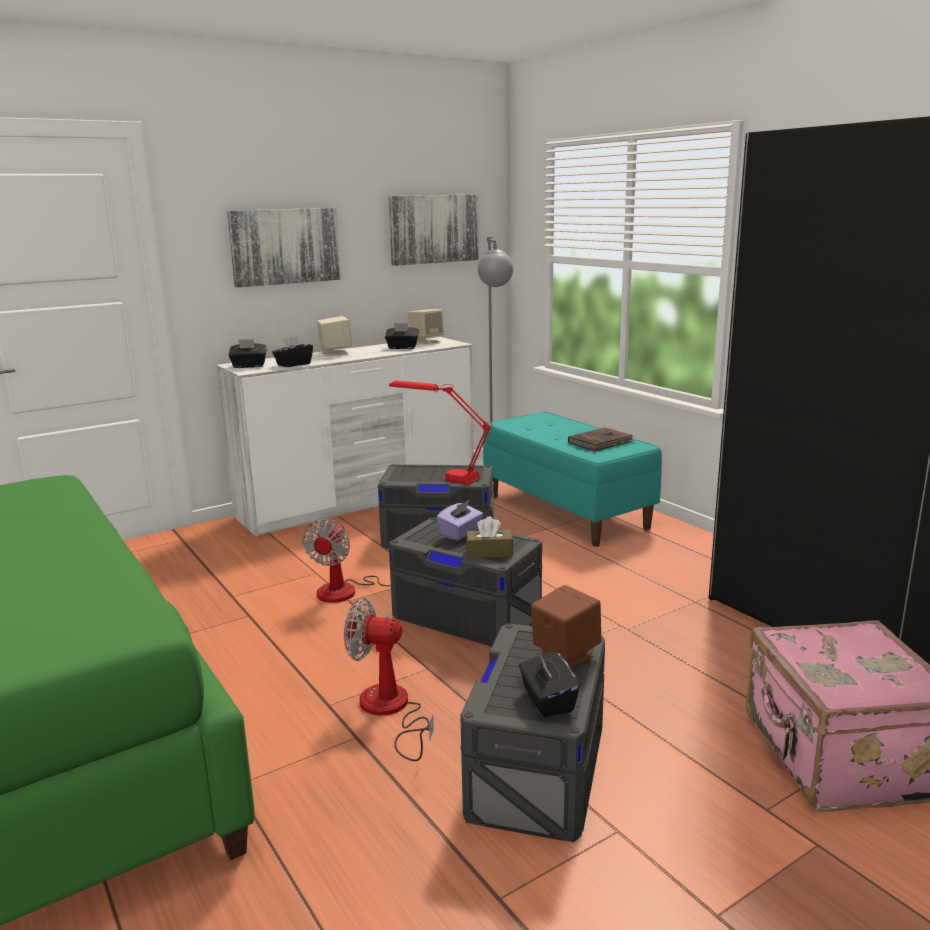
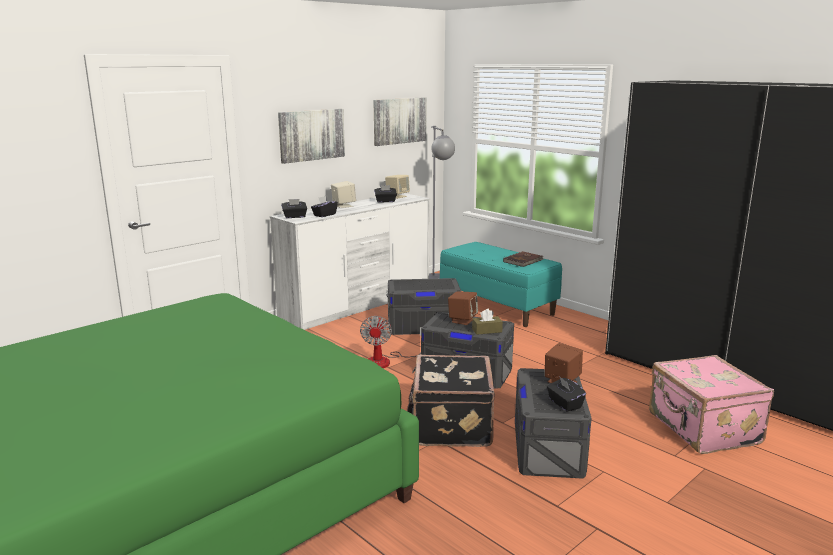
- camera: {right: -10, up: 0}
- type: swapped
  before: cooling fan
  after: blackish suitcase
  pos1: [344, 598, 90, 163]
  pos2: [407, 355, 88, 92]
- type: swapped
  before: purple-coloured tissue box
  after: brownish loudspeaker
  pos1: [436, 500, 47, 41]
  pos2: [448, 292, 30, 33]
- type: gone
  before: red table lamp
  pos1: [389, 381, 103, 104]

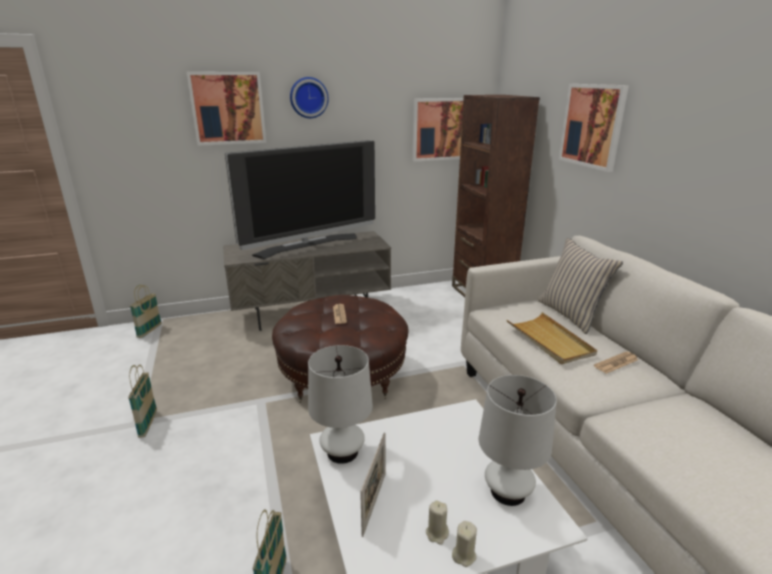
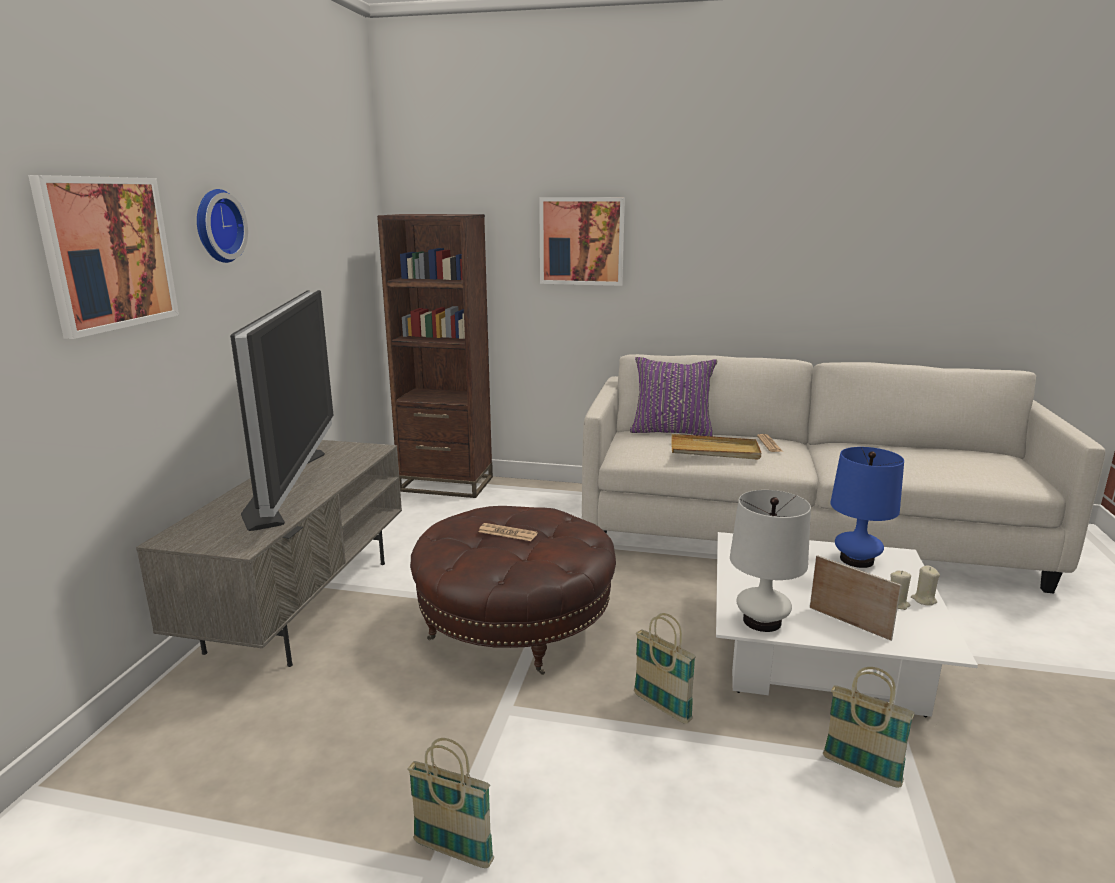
- camera: {right: -60, up: -5}
- type: repainted
  before: beige-coloured cushion
  after: purple-coloured cushion
  pos1: [538, 238, 85, 96]
  pos2: [630, 357, 87, 79]
- type: shifted
  before: household basket
  pos1: [130, 285, 32, 53]
  pos2: [634, 613, 62, 111]
- type: repainted
  before: white-coloured table lamp
  after: blue-coloured table lamp
  pos1: [479, 375, 78, 131]
  pos2: [830, 447, 74, 121]
- type: gone
  before: wall picture
  pos1: [413, 98, 51, 63]

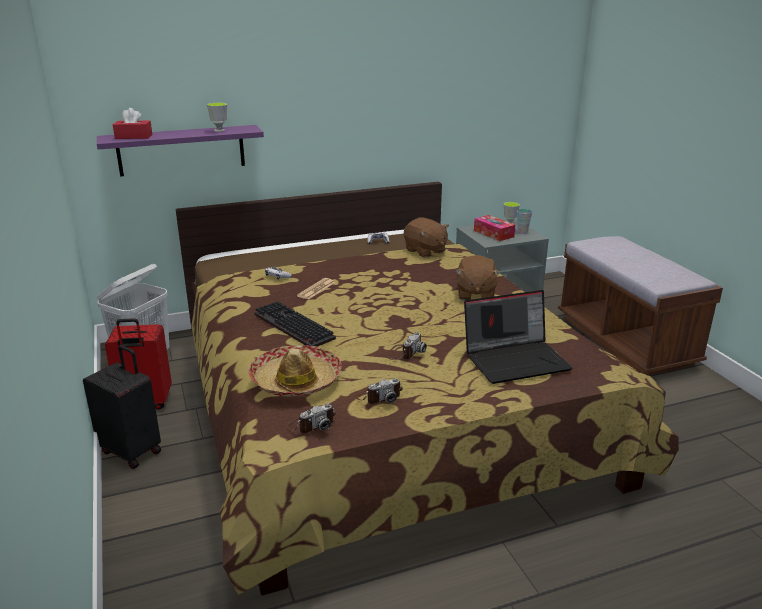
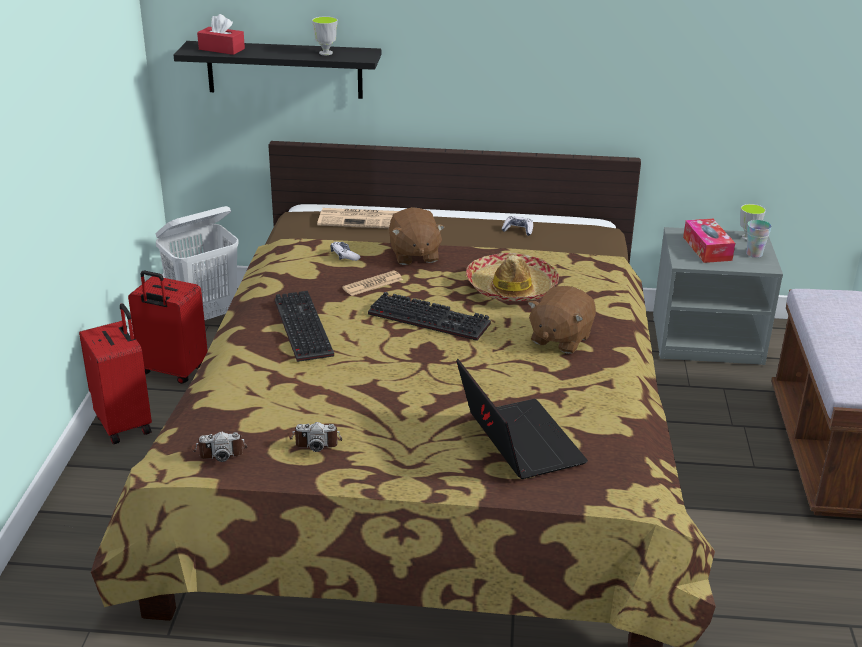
- camera: {right: 25, up: 5}
- type: repainted
  before: blackish suitcase
  after: red suitcase
  pos1: [83, 345, 78, 124]
  pos2: [79, 303, 73, 141]
- type: repainted
  before: purple-coloured shelf
  after: blackish shelf
  pos1: [97, 125, 167, 52]
  pos2: [174, 41, 207, 58]
- type: new
  after: newspaper
  pos2: [317, 208, 82, 21]
- type: new
  after: keyboard
  pos2: [368, 292, 123, 49]
- type: shifted
  before: brownish cuddly toy
  pos1: [404, 218, 45, 39]
  pos2: [389, 207, 56, 58]
- type: rotated
  before: portable computer
  pos1: [464, 290, 109, 94]
  pos2: [456, 359, 132, 120]
  turn: -120
- type: shifted
  before: hat
  pos1: [248, 345, 94, 52]
  pos2: [466, 253, 93, 48]
- type: gone
  before: still camera
  pos1: [387, 332, 40, 28]

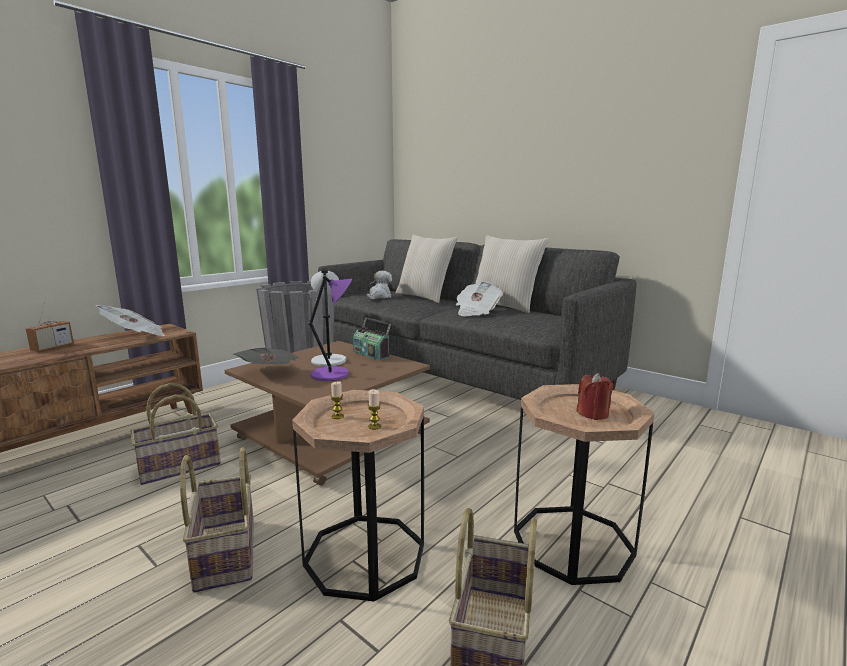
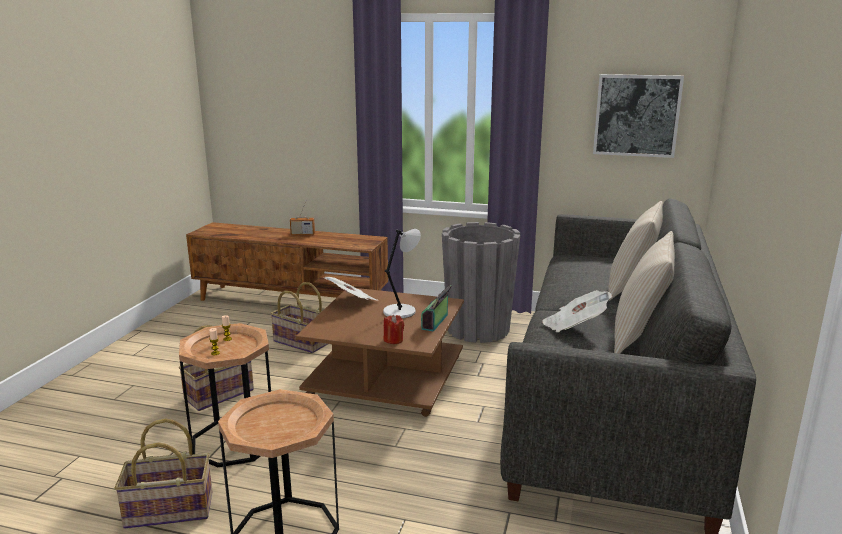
- camera: {right: 65, up: 5}
- type: shifted
  before: red wax candle
  pos1: [577, 373, 36, 47]
  pos2: [384, 315, 20, 29]
- type: new
  after: wall picture
  pos2: [593, 74, 91, 84]
- type: gone
  before: newspaper
  pos1: [95, 305, 70, 31]
- type: gone
  before: purple-coloured table lamp
  pos1: [309, 275, 43, 106]
- type: gone
  before: cuddly toy
  pos1: [367, 271, 25, 28]

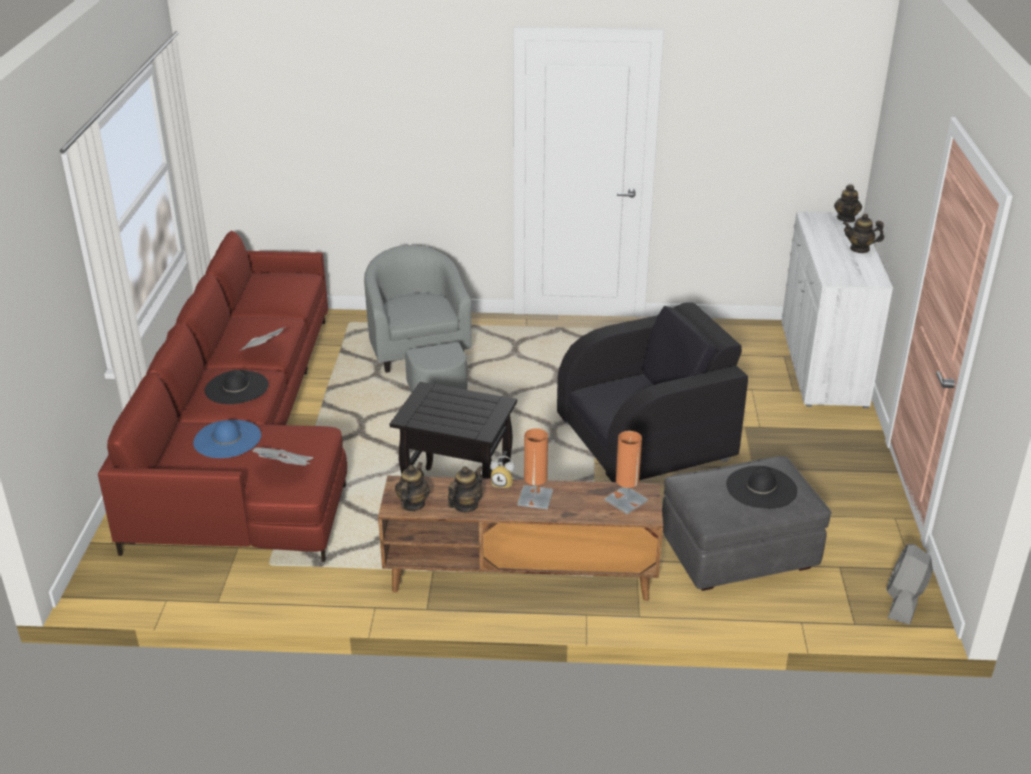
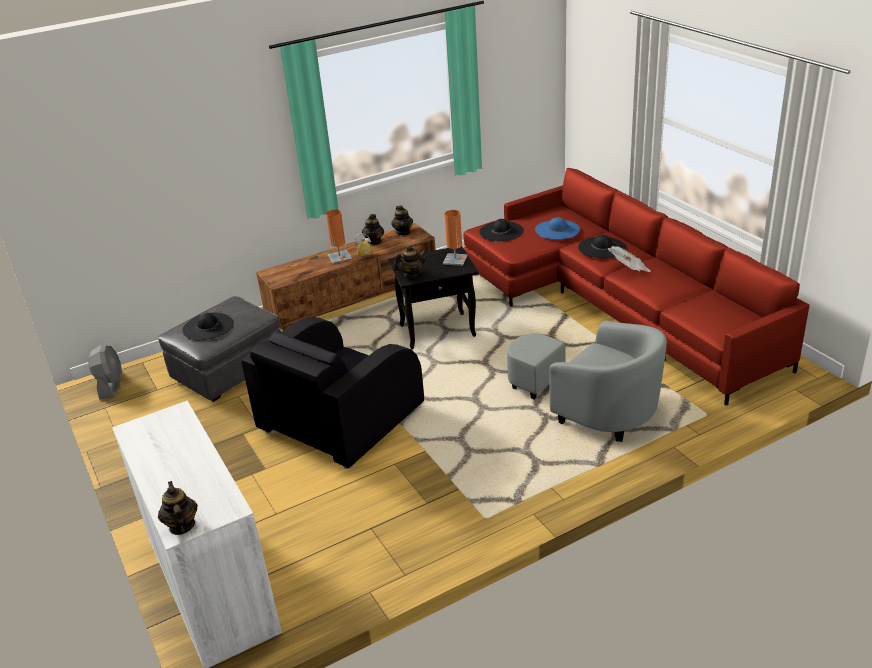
- camera: {right: 150, up: 0}
- type: shifted
  before: tea pot
  pos1: [843, 214, 41, 39]
  pos2: [393, 245, 34, 33]
- type: shifted
  before: orange table lamp
  pos1: [604, 431, 44, 83]
  pos2: [443, 210, 25, 56]
- type: swapped
  before: newspaper
  after: blackish hat
  pos1: [253, 447, 60, 19]
  pos2: [479, 219, 45, 22]

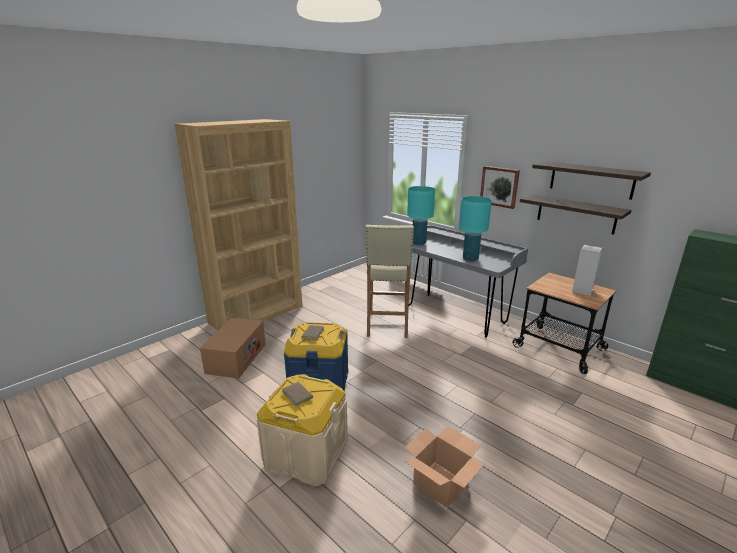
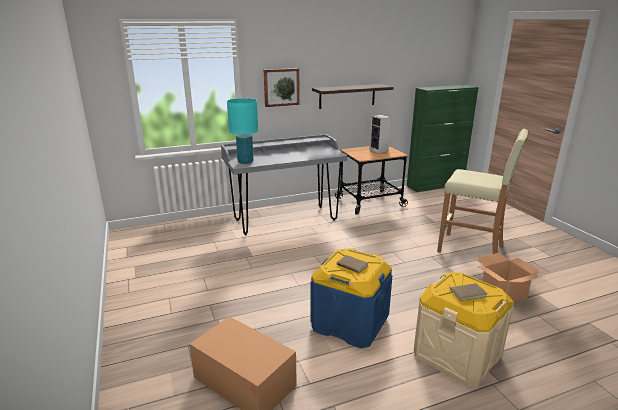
- camera: {right: -65, up: 0}
- type: shifted
  before: beige-coloured stool seat
  pos1: [366, 225, 48, 113]
  pos2: [437, 129, 91, 125]
- type: gone
  before: brownish shelving unit
  pos1: [175, 119, 127, 211]
- type: gone
  before: turquoise-coloured table lamp
  pos1: [459, 196, 33, 65]
- type: gone
  before: shelf
  pos1: [532, 161, 119, 39]

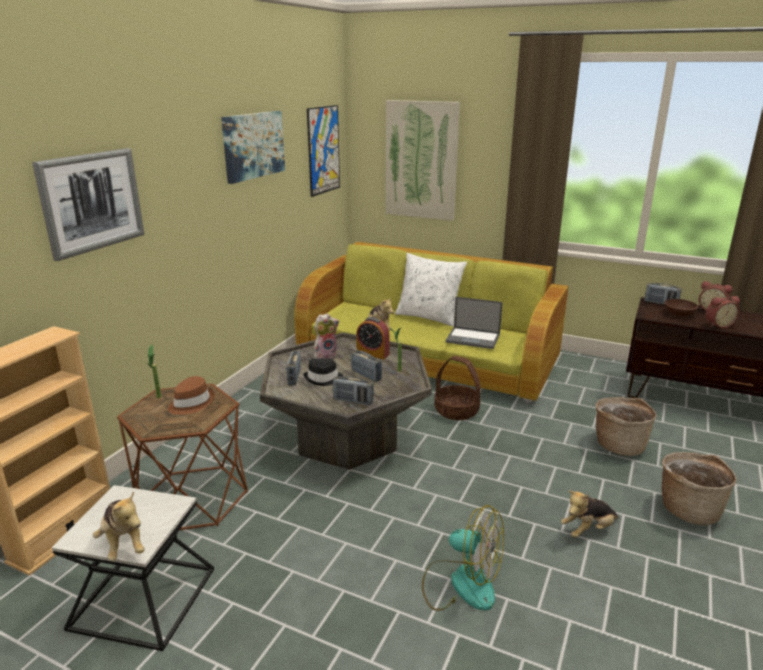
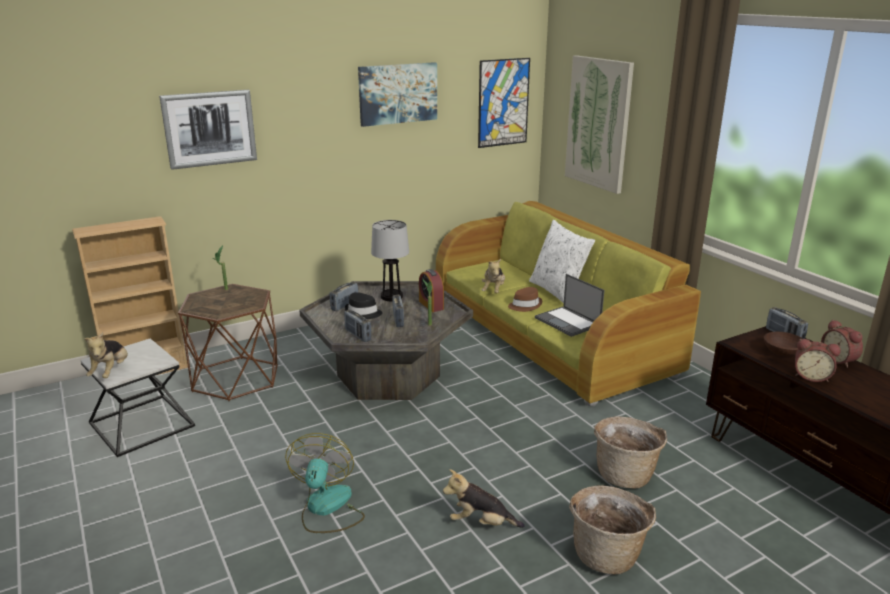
- camera: {right: 35, up: 0}
- type: rotated
  before: cooling fan
  pos1: [422, 505, 82, 106]
  pos2: [285, 433, 80, 100]
  turn: -150
- type: swapped
  before: cuddly toy
  after: table lamp
  pos1: [314, 313, 25, 47]
  pos2: [371, 220, 38, 81]
- type: shifted
  before: brownish hat
  pos1: [168, 376, 46, 39]
  pos2: [508, 287, 34, 25]
- type: gone
  before: household basket
  pos1: [435, 356, 46, 64]

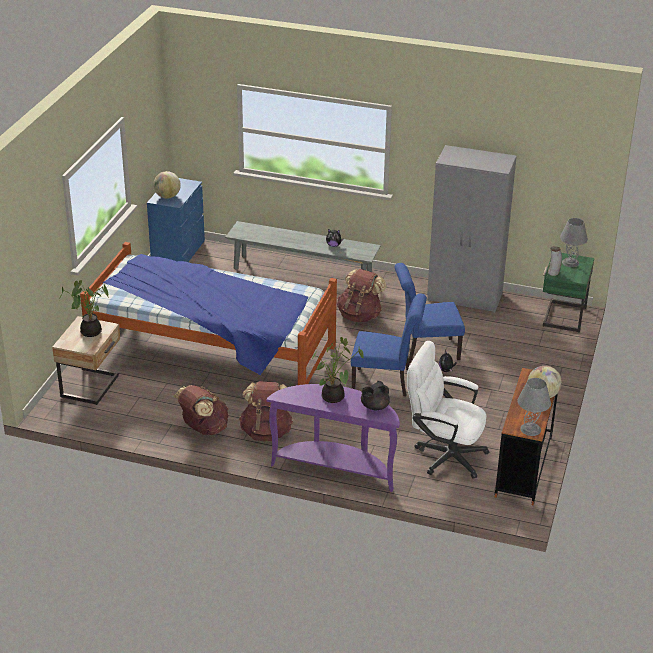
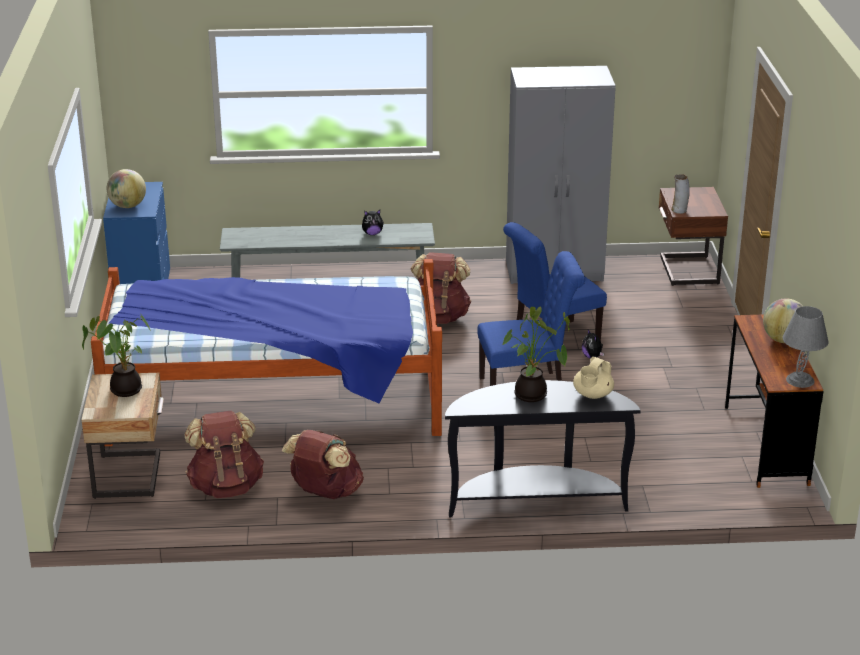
- camera: {right: -20, up: -5}
- type: shifted
  before: brownish backpack
  pos1: [239, 381, 54, 60]
  pos2: [185, 411, 79, 87]
- type: repainted
  before: purple-coloured console table
  after: blackish console table
  pos1: [266, 384, 134, 108]
  pos2: [445, 380, 196, 137]
- type: repainted
  before: blackish tea pot
  after: beige-coloured tea pot
  pos1: [361, 380, 29, 30]
  pos2: [573, 357, 41, 42]
- type: repainted
  before: green night table
  after: brownish night table
  pos1: [543, 253, 51, 80]
  pos2: [659, 187, 69, 99]
- type: gone
  before: white-coloured desk chair
  pos1: [407, 341, 82, 137]
- type: gone
  before: gray table lamp
  pos1: [560, 218, 28, 49]

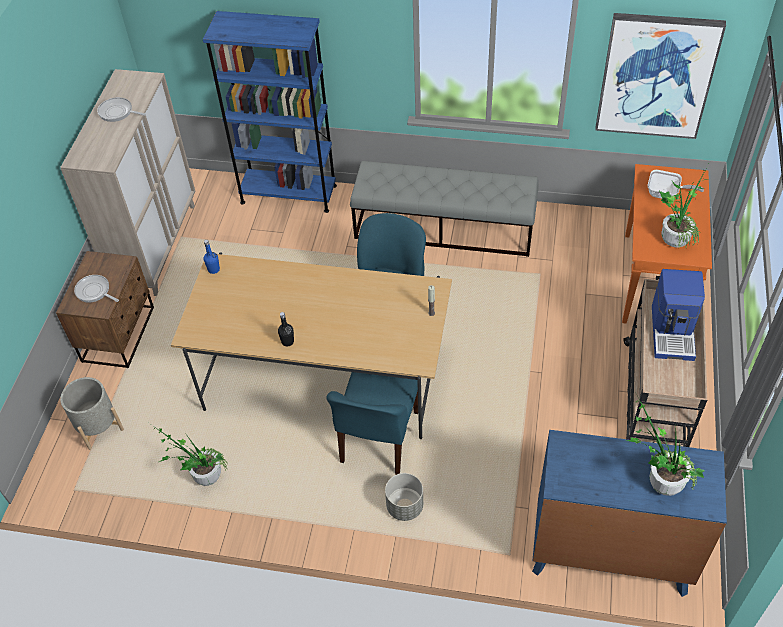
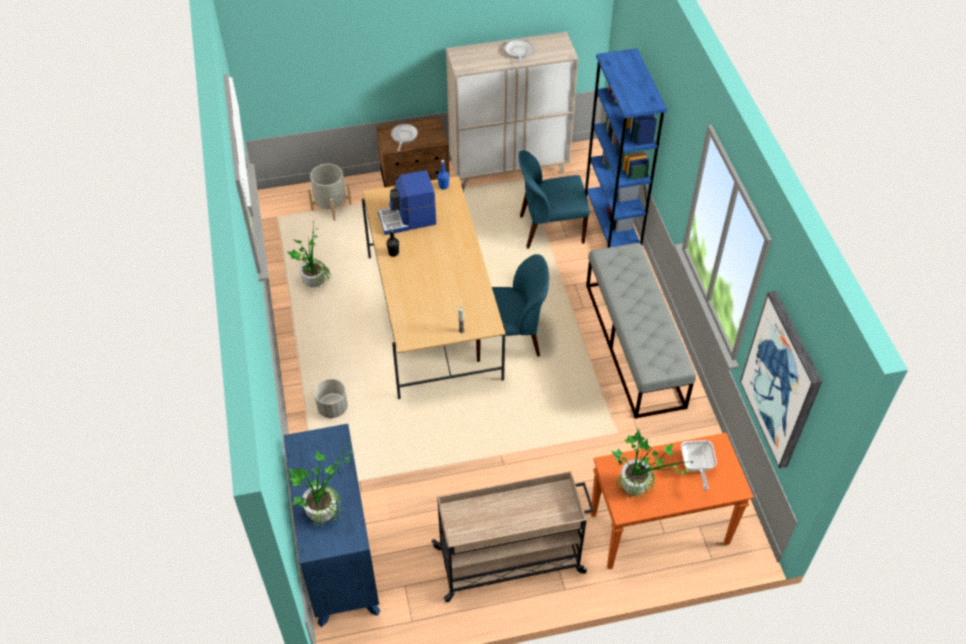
- camera: {right: 65, up: 0}
- type: shifted
  before: coffee maker
  pos1: [652, 269, 53, 92]
  pos2: [378, 170, 58, 65]
- type: shifted
  before: blue-coloured chair
  pos1: [327, 372, 91, 103]
  pos2: [519, 150, 71, 99]

